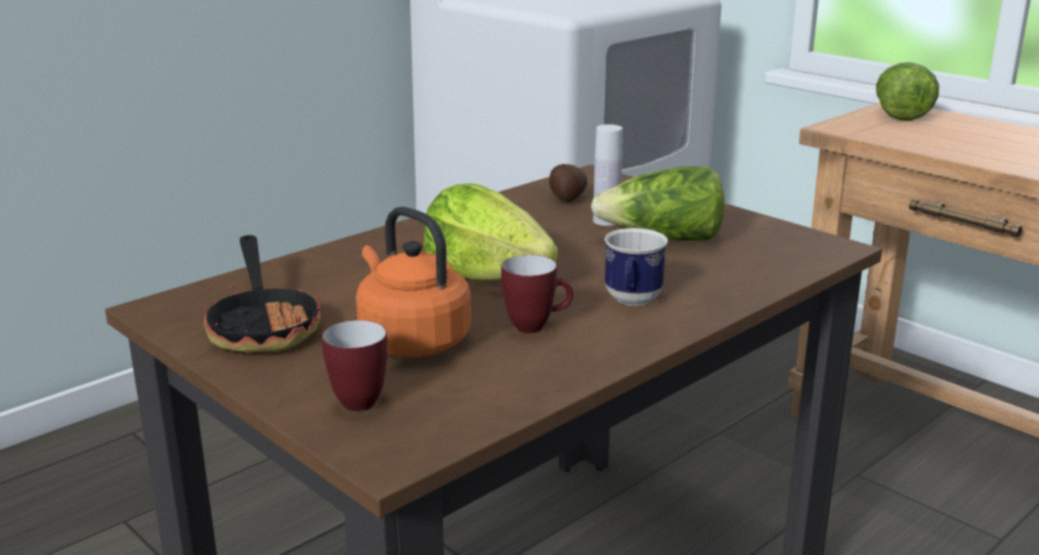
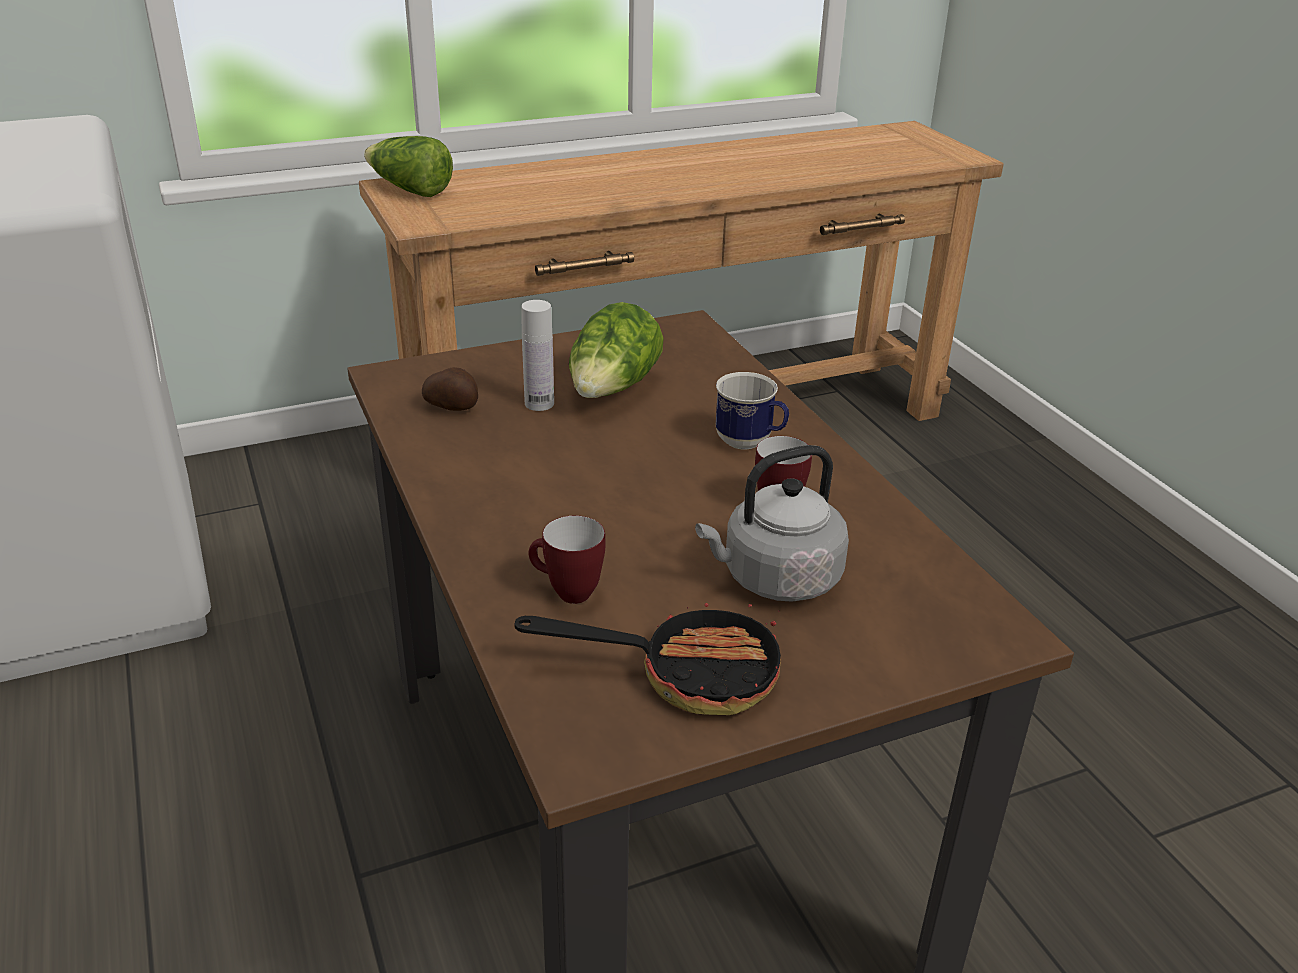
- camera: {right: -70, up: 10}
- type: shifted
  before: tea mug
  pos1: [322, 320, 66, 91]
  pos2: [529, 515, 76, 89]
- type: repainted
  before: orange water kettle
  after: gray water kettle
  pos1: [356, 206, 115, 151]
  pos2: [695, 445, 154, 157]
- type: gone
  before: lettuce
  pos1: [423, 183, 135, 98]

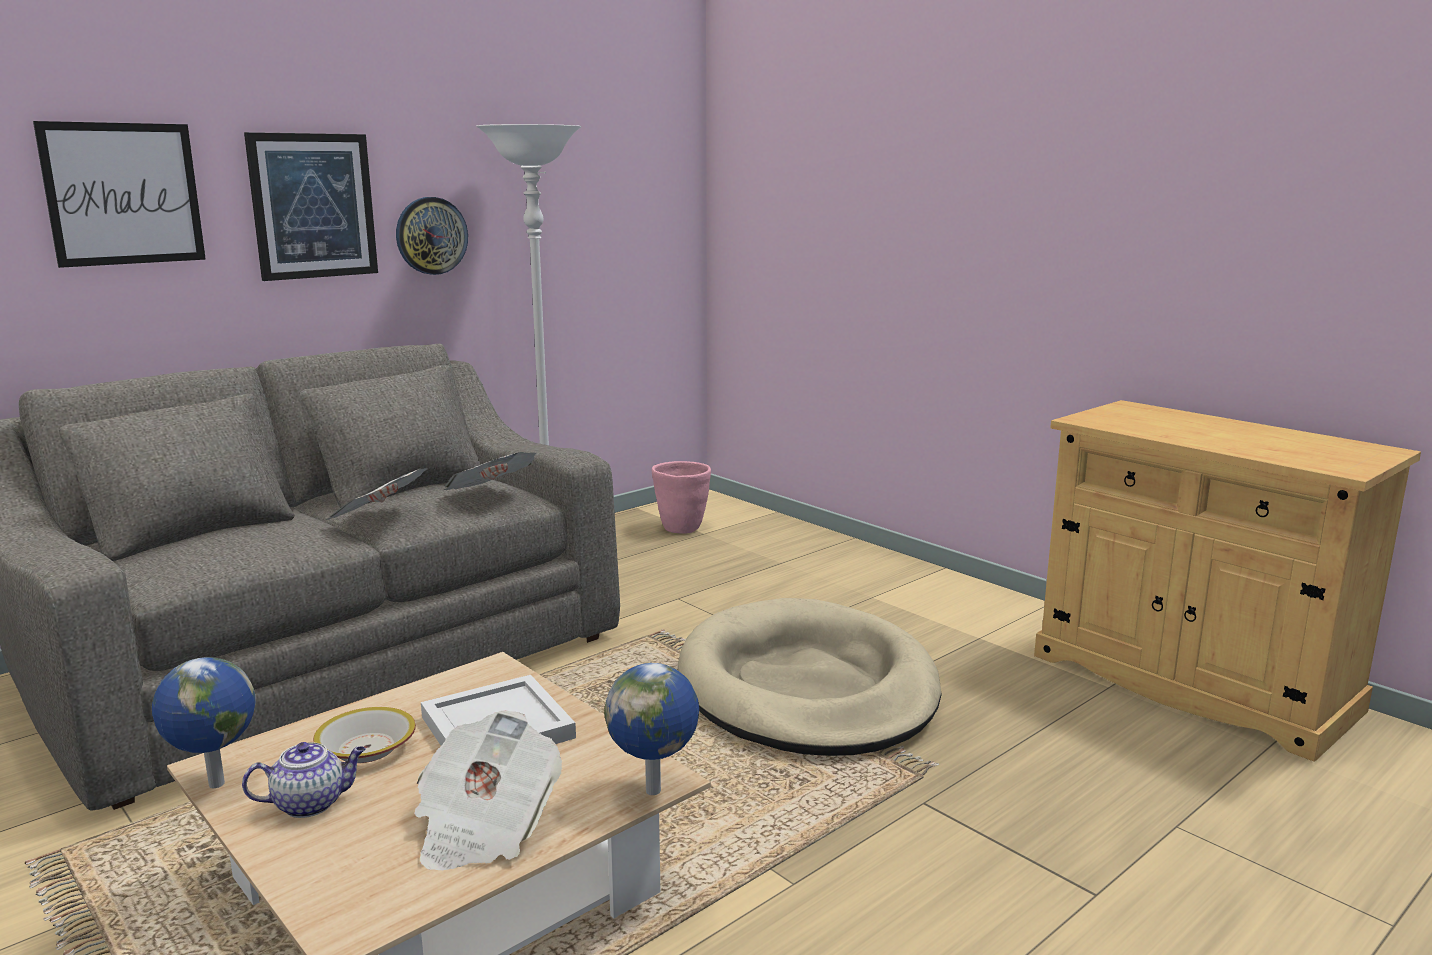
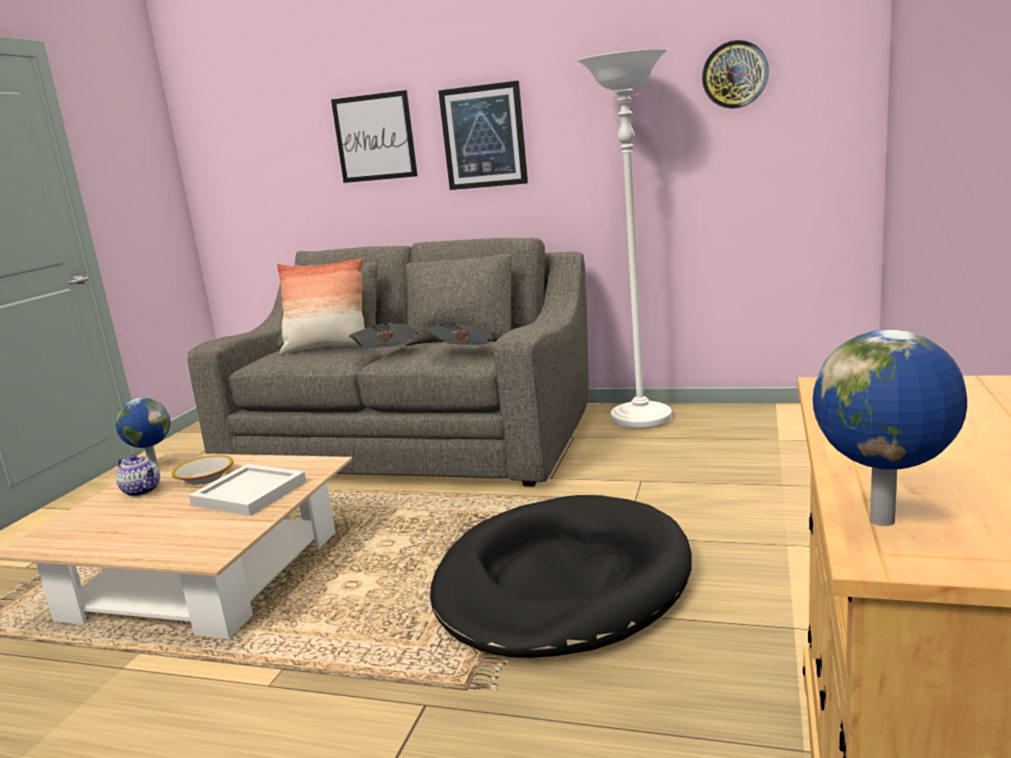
- camera: {right: 60, up: 0}
- type: new
  after: cushion
  pos2: [277, 258, 88, 96]
- type: repainted
  before: beige-coloured dog bed
  after: blackish dog bed
  pos1: [678, 598, 264, 158]
  pos2: [430, 495, 262, 163]
- type: shifted
  before: wall clock
  pos1: [396, 197, 72, 78]
  pos2: [702, 40, 67, 69]
- type: shifted
  before: world globe
  pos1: [604, 663, 95, 132]
  pos2: [813, 330, 154, 196]
- type: gone
  before: newspaper
  pos1: [414, 711, 148, 159]
- type: gone
  before: pink-coloured flower pot
  pos1: [652, 461, 59, 73]

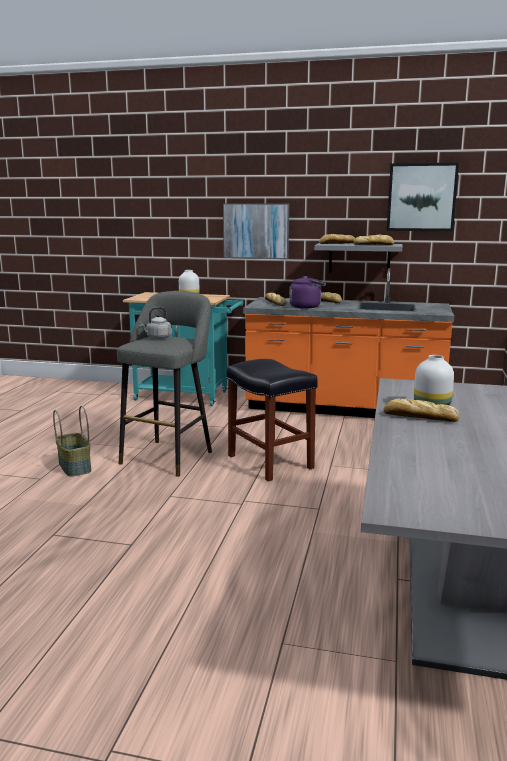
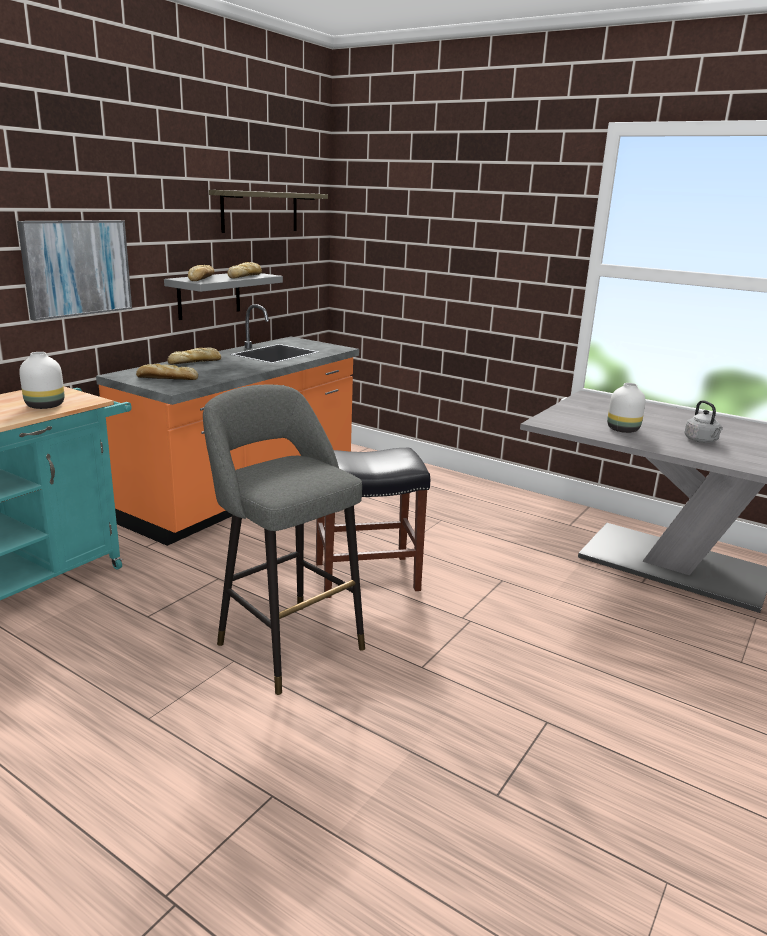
- camera: {right: -70, up: 5}
- type: swapped
  before: wall picture
  after: shelf
  pos1: [387, 163, 72, 68]
  pos2: [209, 190, 119, 43]
- type: shifted
  before: gray water kettle
  pos1: [140, 307, 32, 32]
  pos2: [684, 400, 39, 43]
- type: gone
  before: household basket
  pos1: [53, 406, 38, 71]
- type: gone
  before: purple-coloured water kettle
  pos1: [289, 276, 37, 33]
- type: gone
  before: bakery bread
  pos1: [383, 399, 76, 23]

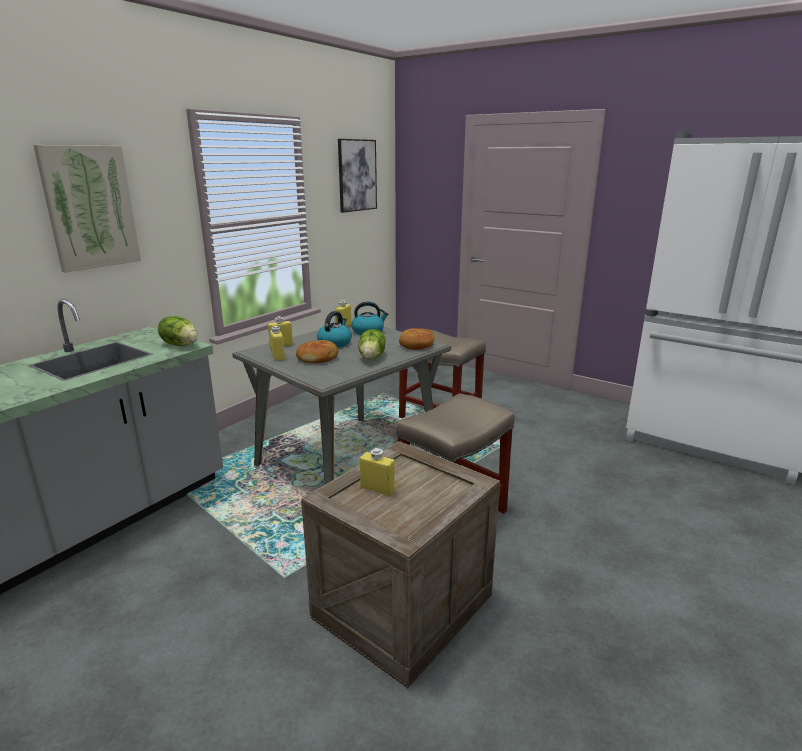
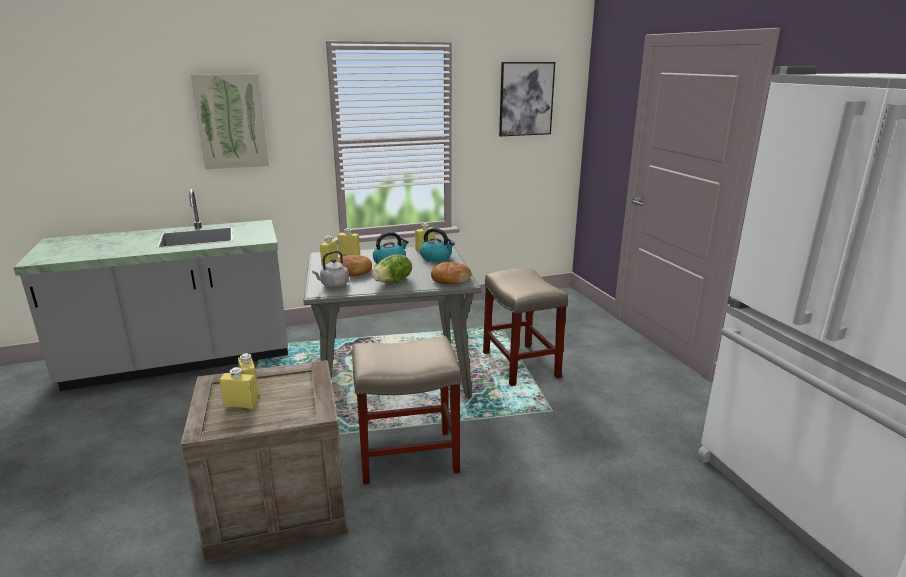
- camera: {right: 35, up: 0}
- type: new
  after: yellow-coloured beverage bottle
  pos2: [219, 367, 39, 42]
- type: new
  after: gray water kettle
  pos2: [312, 251, 37, 36]
- type: gone
  before: lettuce
  pos1: [158, 316, 40, 30]

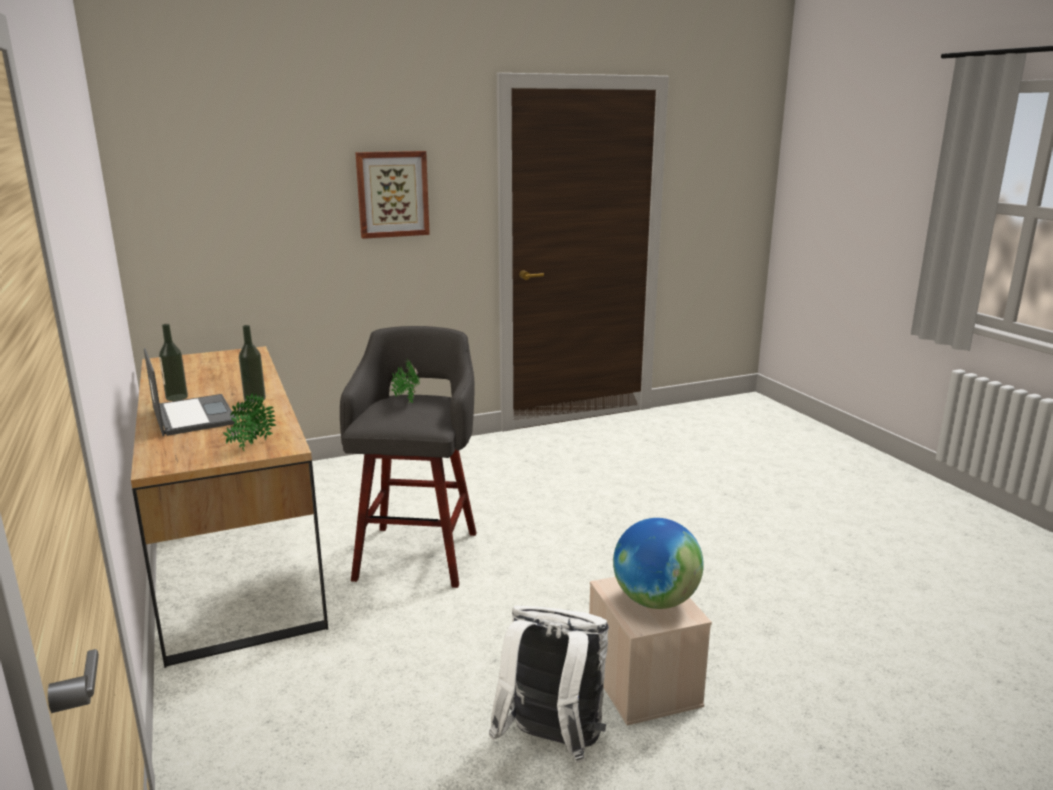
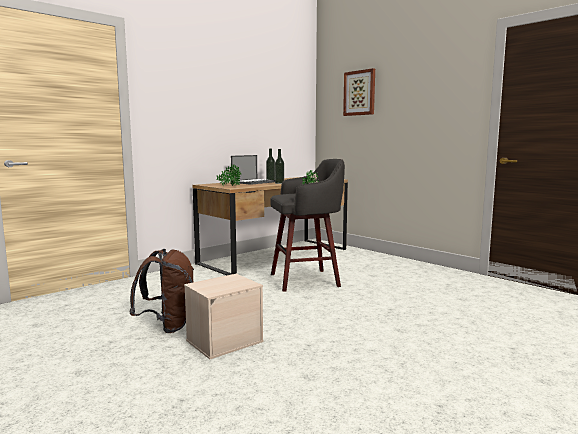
- camera: {right: 70, up: -10}
- type: repainted
  before: white-coloured backpack
  after: brownish backpack
  pos1: [489, 606, 120, 157]
  pos2: [129, 249, 65, 84]
- type: shifted
  before: wall picture
  pos1: [355, 151, 75, 88]
  pos2: [343, 68, 32, 48]
- type: gone
  before: world globe
  pos1: [613, 518, 91, 91]

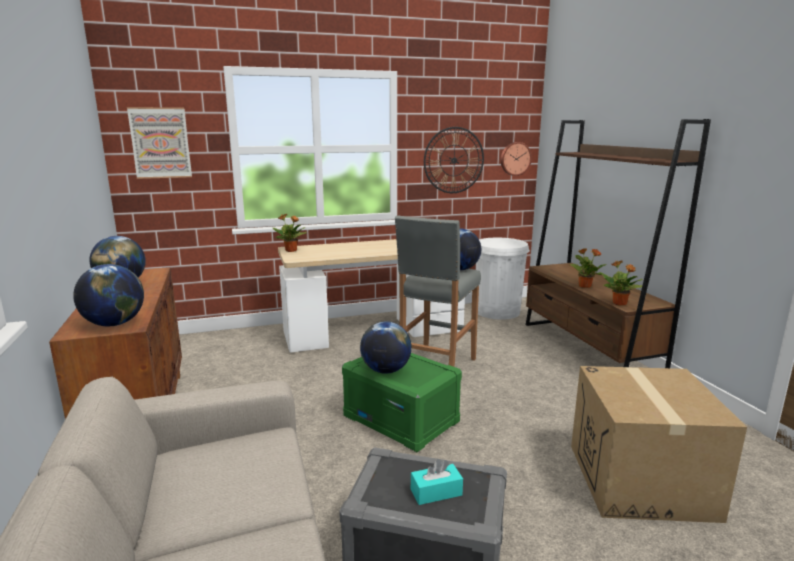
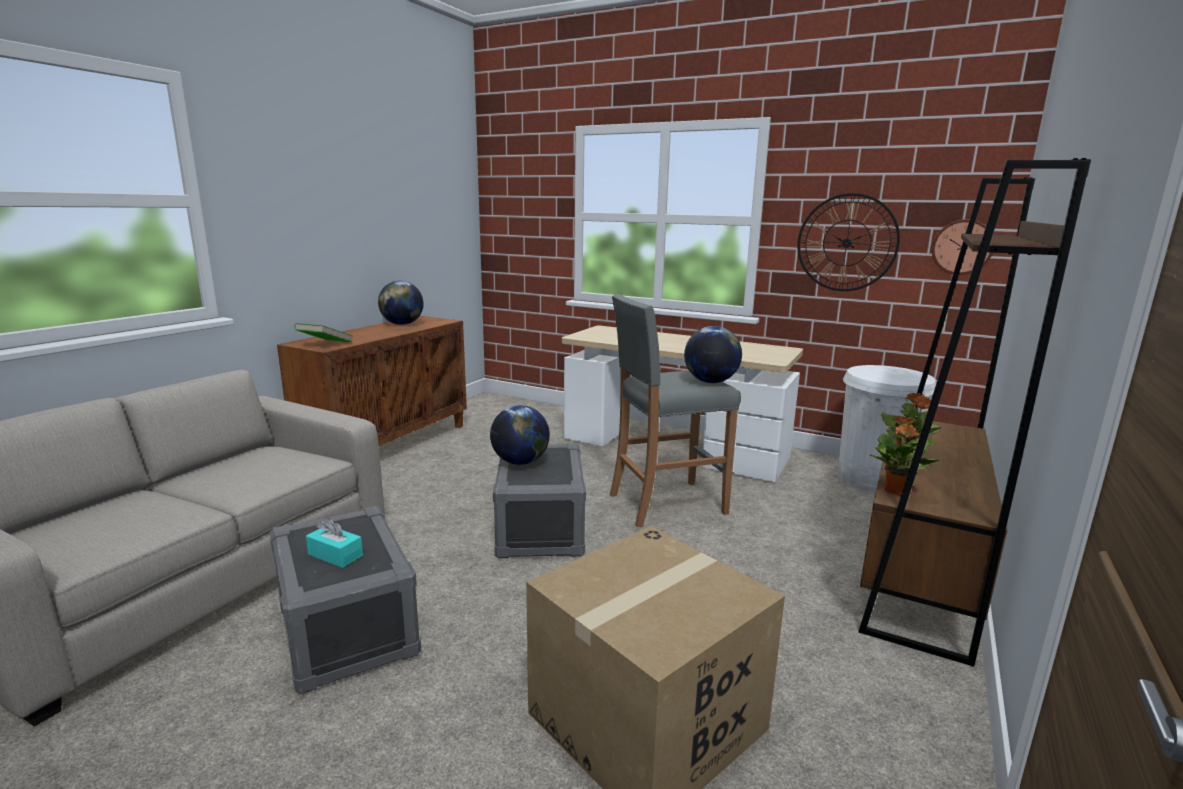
- camera: {right: 45, up: 0}
- type: swapped
  before: world globe
  after: green book
  pos1: [73, 264, 71, 62]
  pos2: [294, 323, 58, 19]
- type: repainted
  before: green storage bin
  after: gray storage bin
  pos1: [342, 353, 120, 99]
  pos2: [493, 443, 93, 115]
- type: gone
  before: wall picture
  pos1: [127, 107, 65, 72]
- type: gone
  before: houseplant
  pos1: [273, 214, 34, 38]

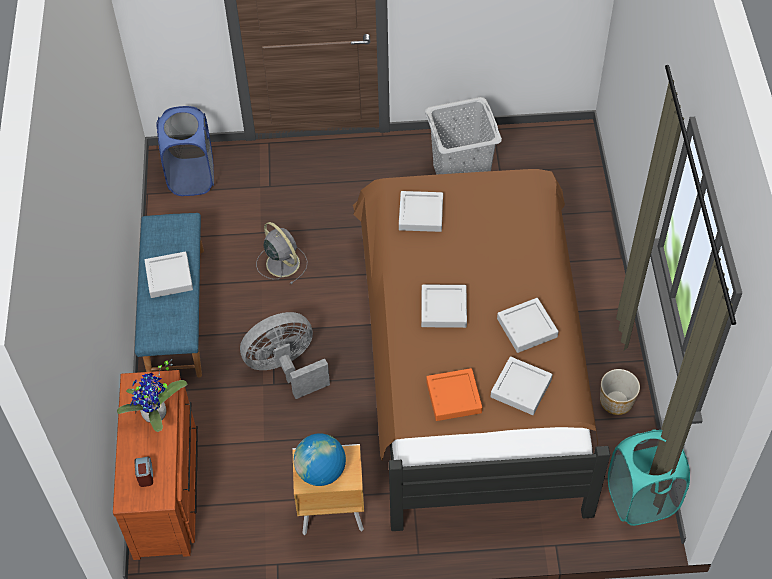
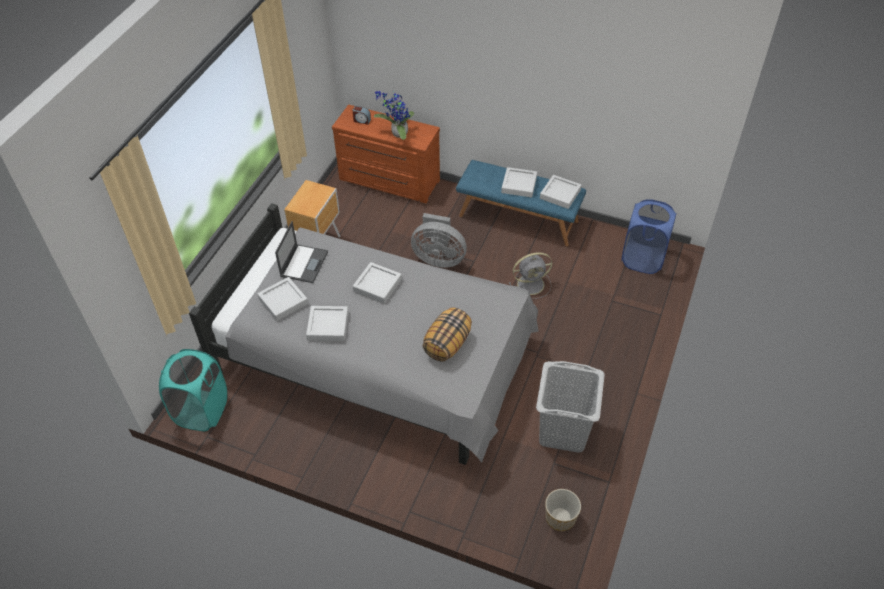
- camera: {right: 115, up: -5}
- type: repainted
  before: brownish bed
  after: gray bed
  pos1: [353, 169, 257, 362]
  pos2: [189, 203, 350, 262]
- type: swapped
  before: orange carrying tray
  after: portable computer
  pos1: [426, 368, 56, 53]
  pos2: [275, 221, 53, 62]
- type: rotated
  before: gray cooling fan
  pos1: [240, 312, 90, 87]
  pos2: [411, 213, 56, 55]
  turn: 105
- type: new
  after: cushion
  pos2: [423, 307, 49, 54]
- type: shifted
  before: gray carrying tray
  pos1: [399, 191, 44, 41]
  pos2: [540, 175, 42, 34]
- type: shifted
  before: flower pot
  pos1: [600, 369, 40, 46]
  pos2: [545, 489, 36, 42]
- type: gone
  before: world globe
  pos1: [294, 433, 52, 53]

